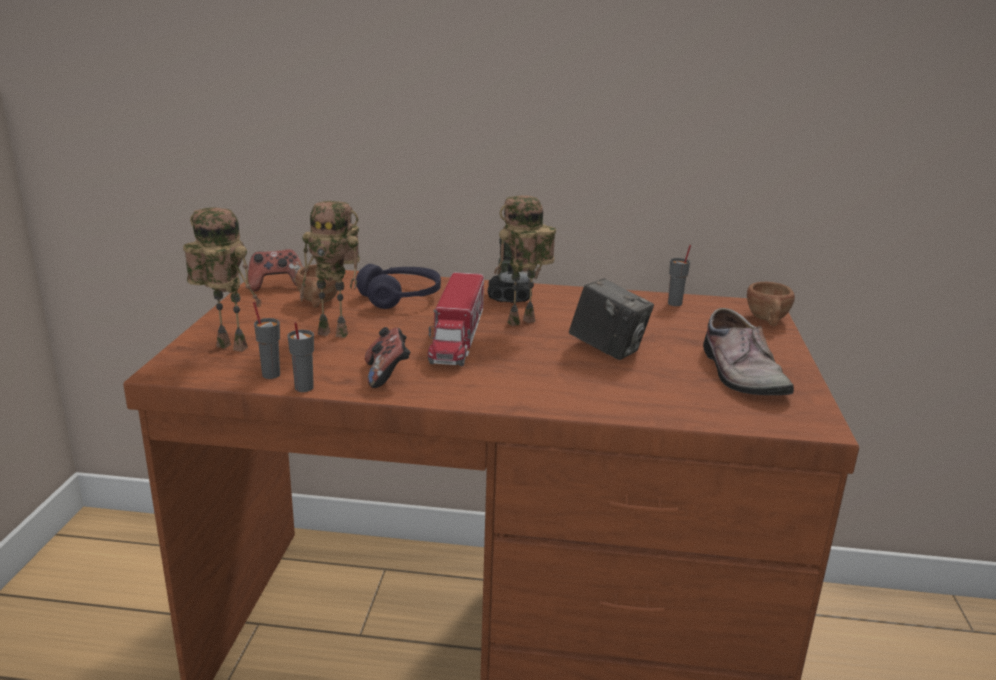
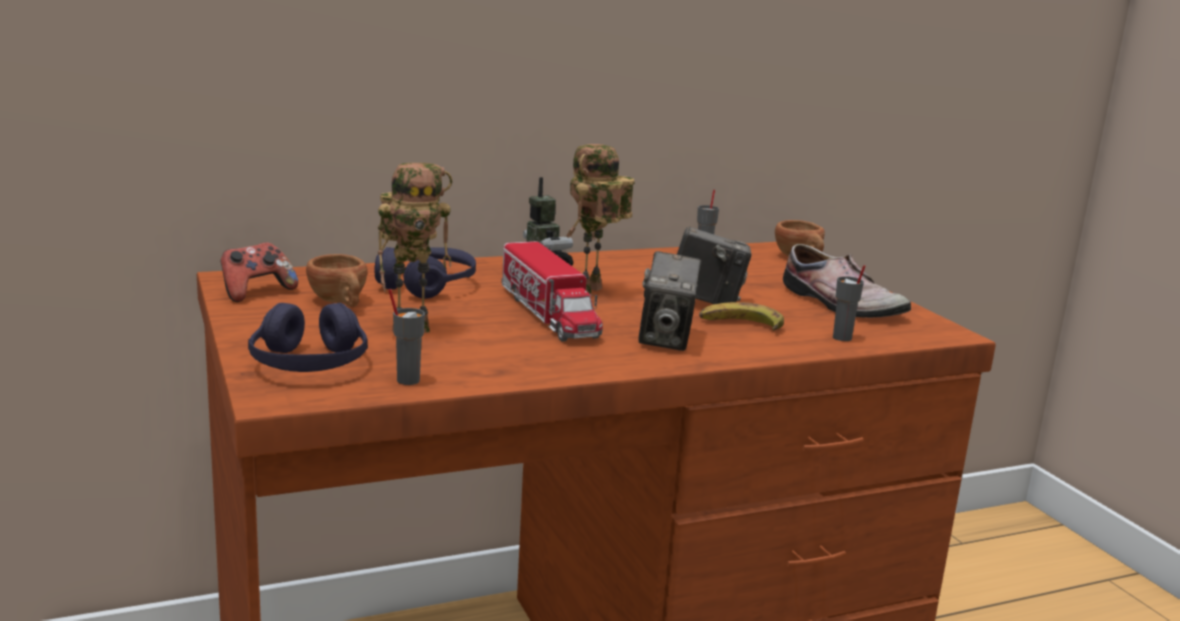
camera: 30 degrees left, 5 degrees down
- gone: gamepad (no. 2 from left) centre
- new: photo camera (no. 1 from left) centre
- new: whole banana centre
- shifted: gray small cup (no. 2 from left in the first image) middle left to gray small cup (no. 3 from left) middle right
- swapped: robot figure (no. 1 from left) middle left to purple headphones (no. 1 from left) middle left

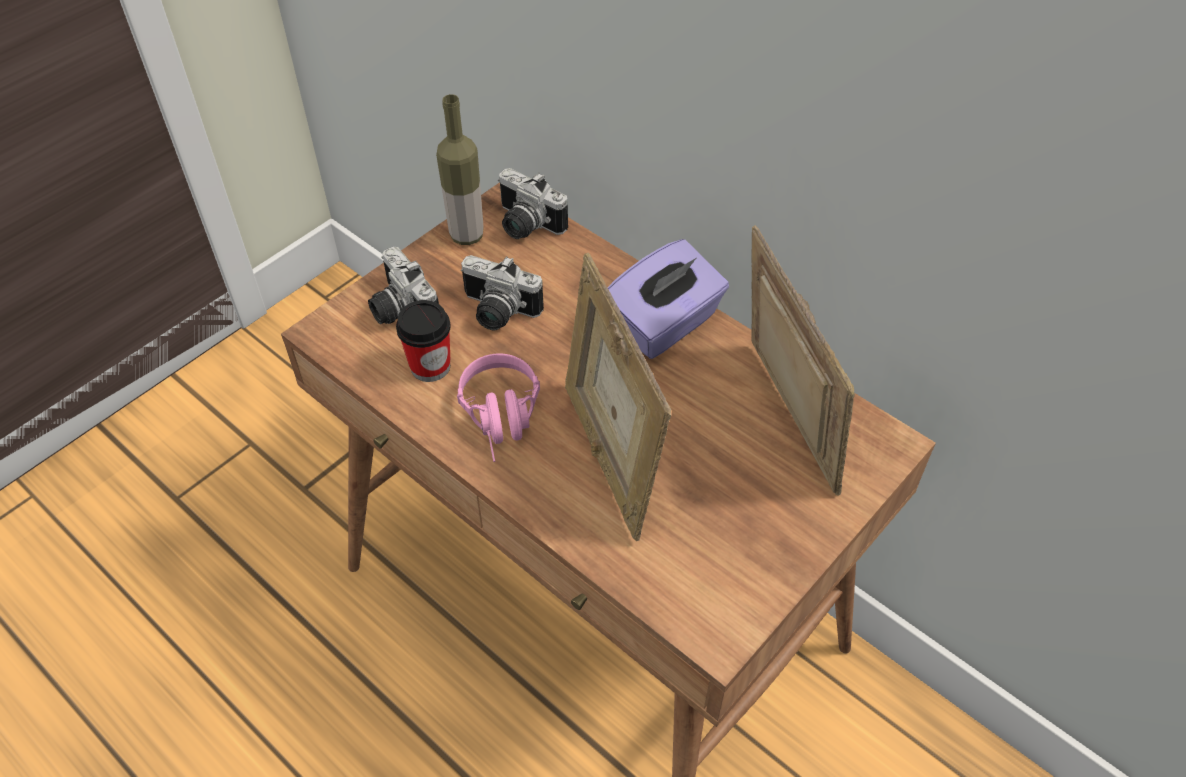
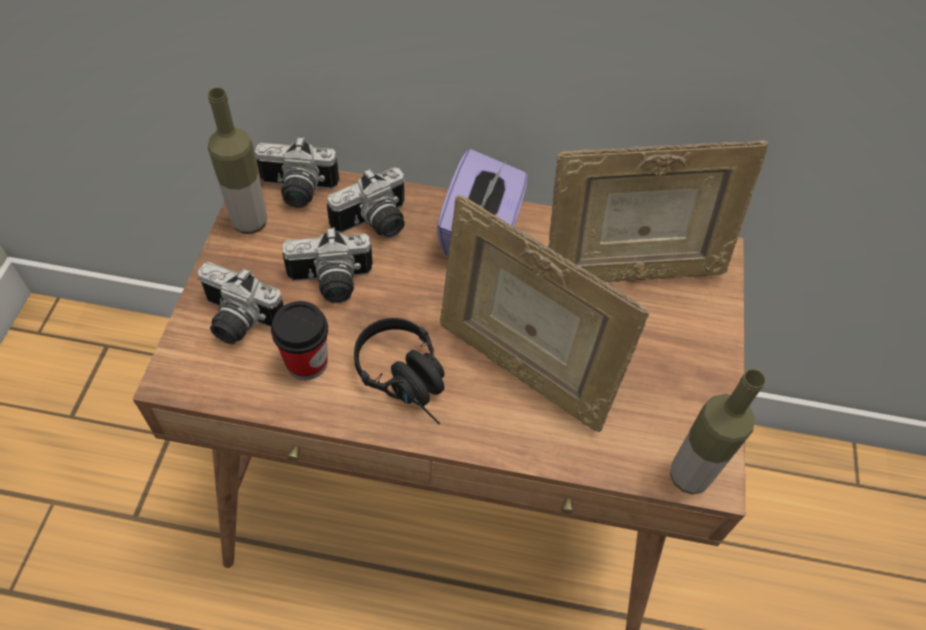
camera: 35 degrees left, 5 degrees up
- new: photo camera (no. 4 from left) top centre
- new: beverage bottle (no. 2 from left) bottom right
- repainted: pinkish headphones centre to blackish headphones centre
- rotated: picture frame (no. 2 from left) middle right = middle right 135 degrees clockwise

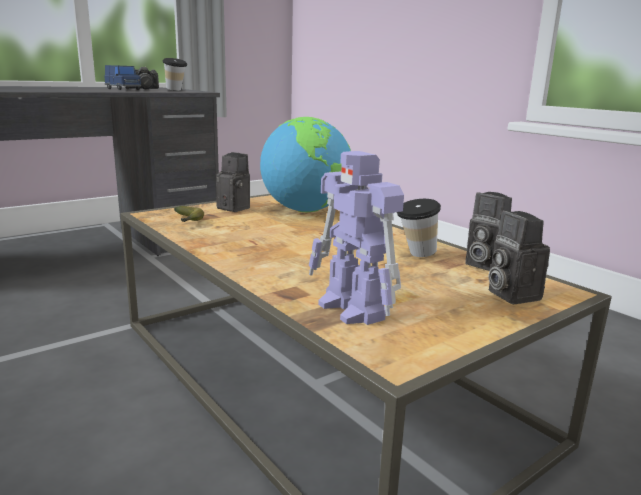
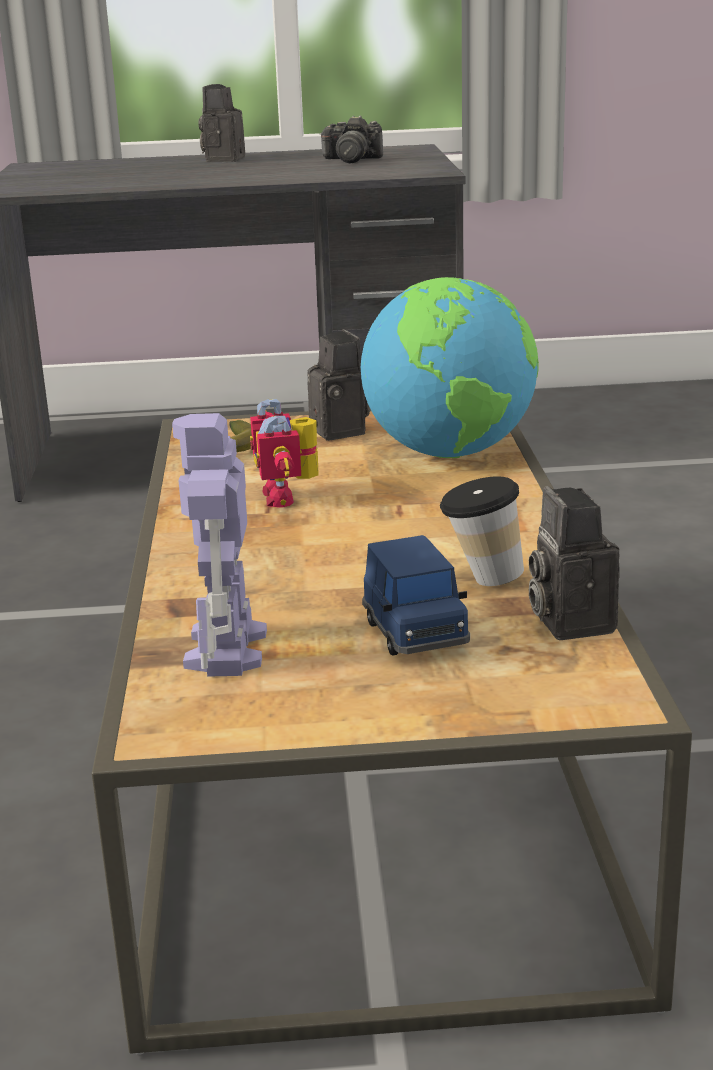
camera: 35 degrees right, 5 degrees up
- gone: small cup (no. 1 from left) top left
- new: robot figure (no. 2 from left) centre
- shifted: bluish toy car top left to centre
- shifted: photo camera (no. 4 from left in the first image) middle right to photo camera (no. 1 from left) top left

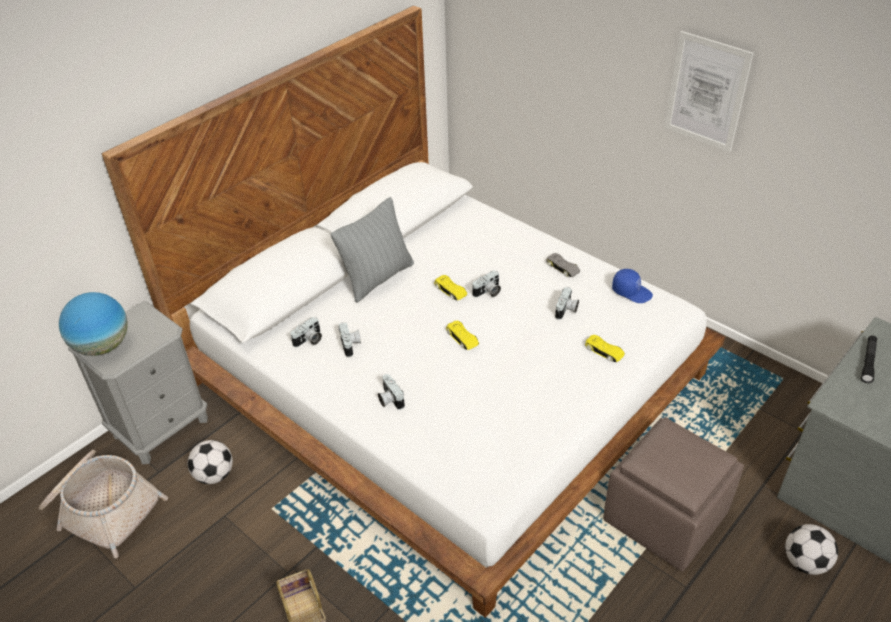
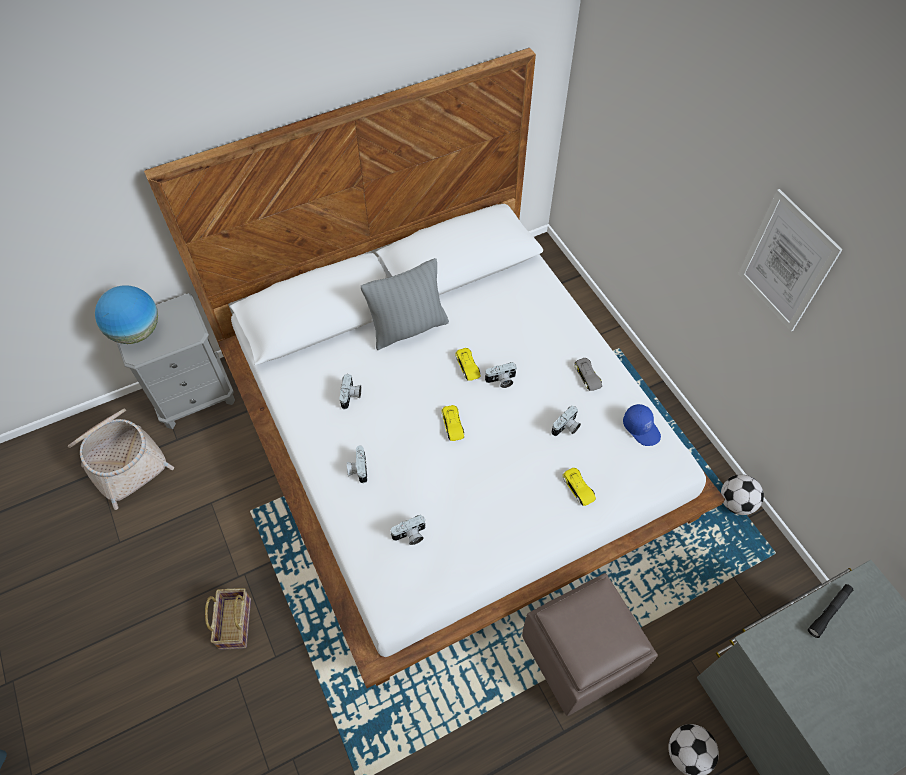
camera: 20 degrees right, 15 degrees up
- shifted: football ball (no. 1 from left in the first image) bottom left to football ball (no. 2 from left) middle right
- shifted: photo camera (no. 1 from left in the first image) centre to photo camera (no. 3 from left) bottom centre

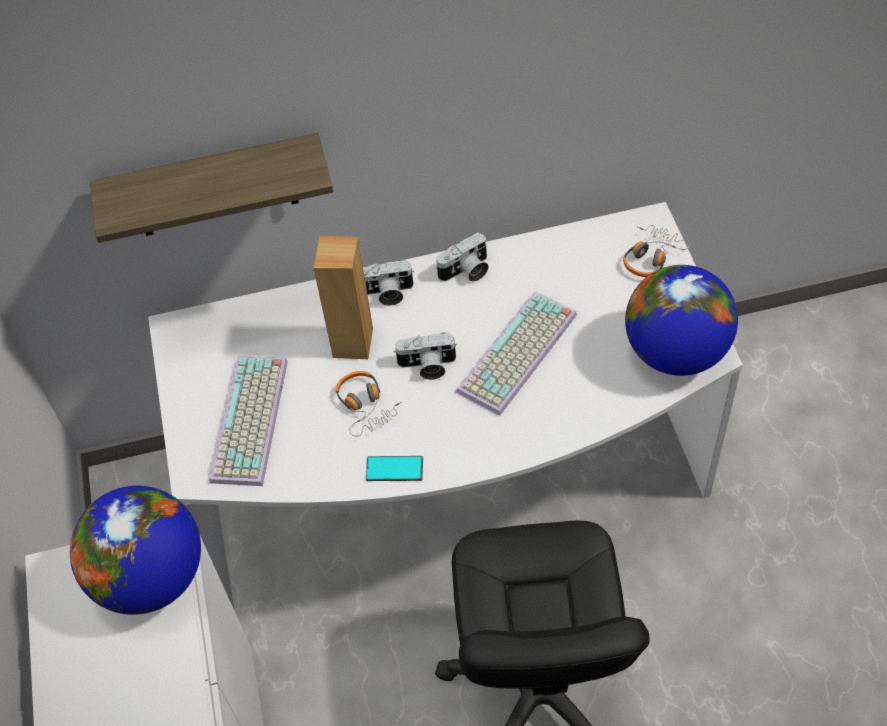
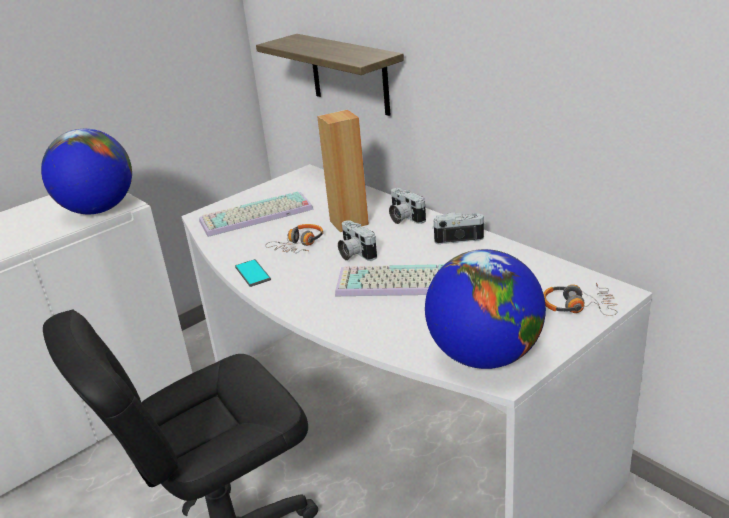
camera: 60 degrees right, 25 degrees down
- rotated: photo camera (no. 3 from left) centre = centre 150 degrees clockwise

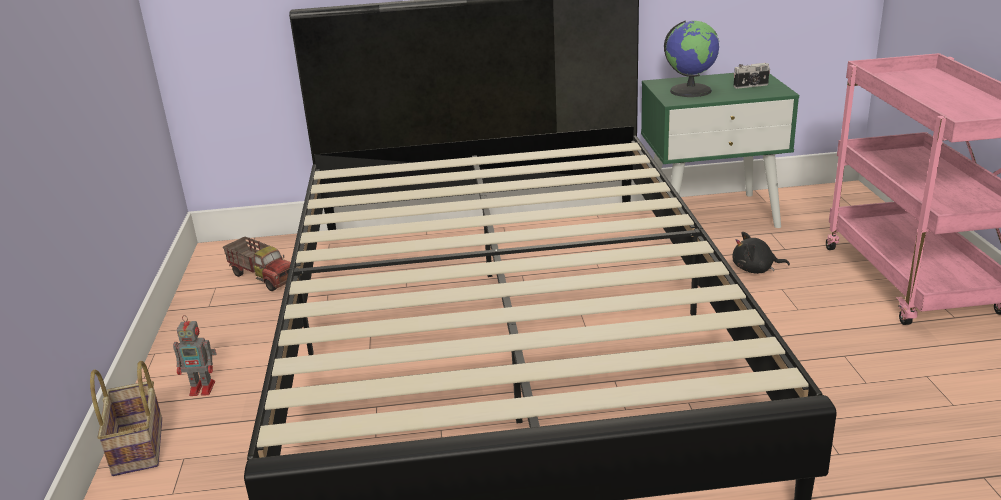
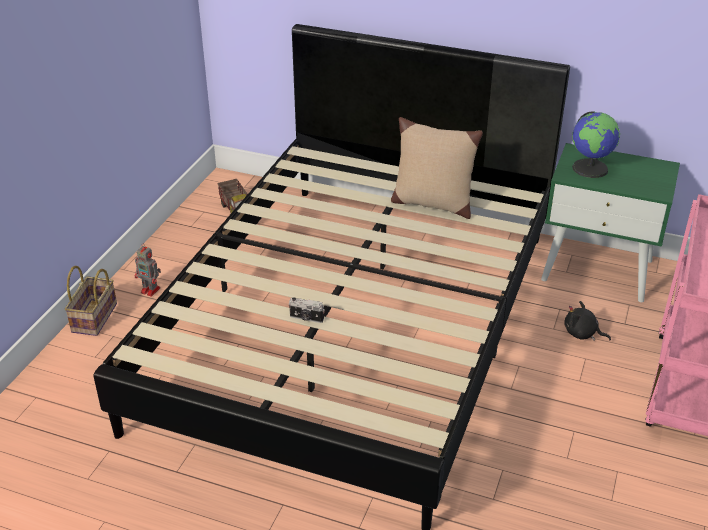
camera: 25 degrees right, 10 degrees up
- new: sand-coloured throw pillow top centre
- shifted: photo camera top right to centre

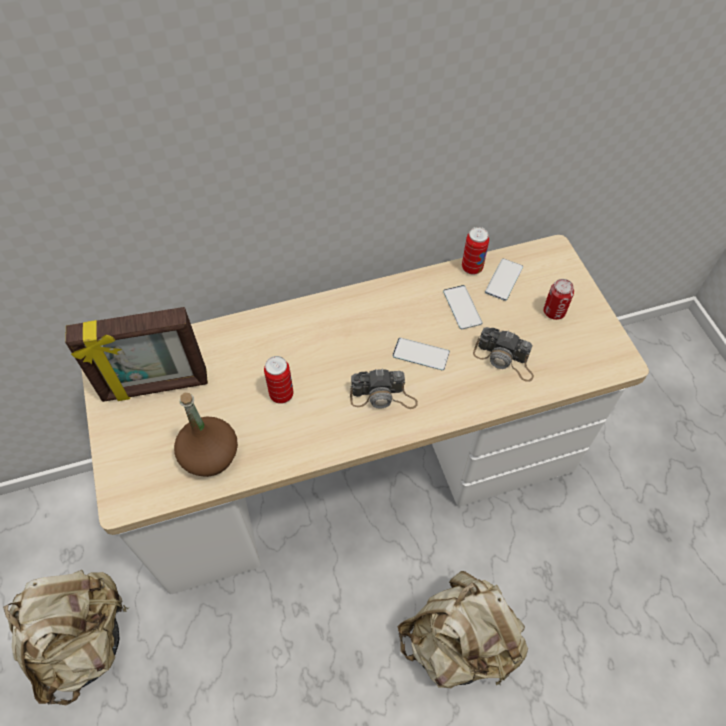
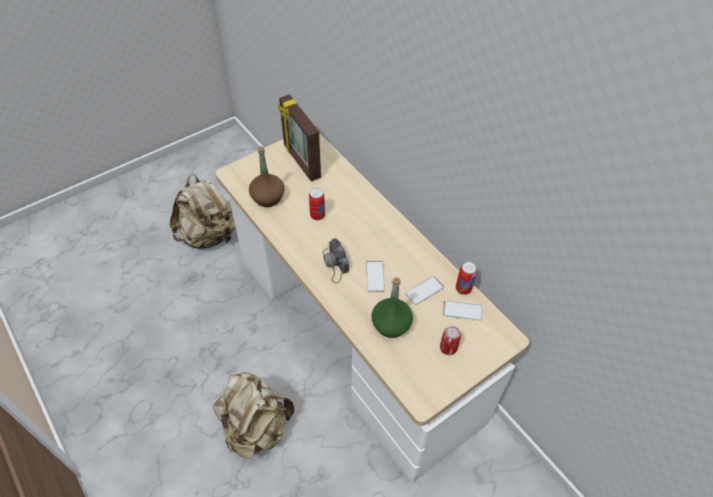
camera: 70 degrees right, 5 degrees down
- swapped: photo camera (no. 2 from left) middle right to green beverage bottle centre

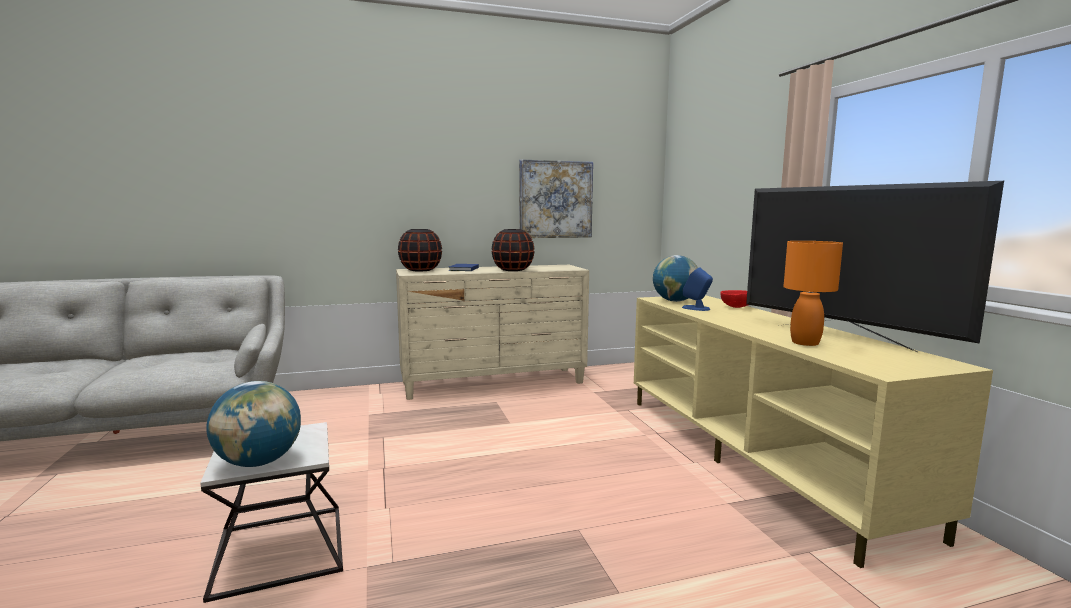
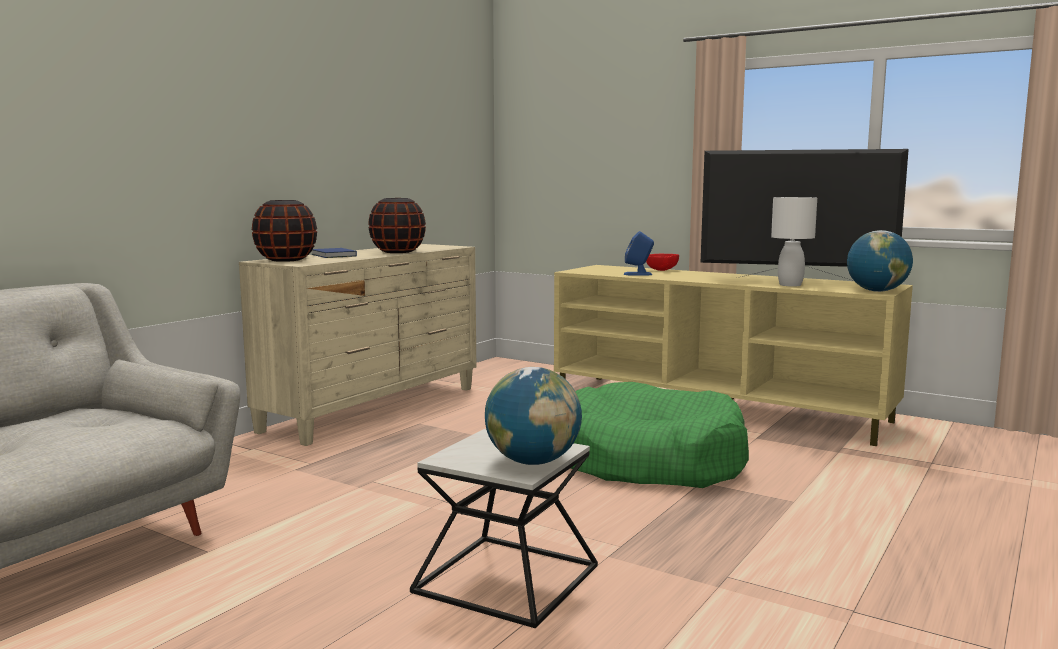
camera: 40 degrees left, 0 degrees up
- gone: wall picture top centre
- new: green dog bed bottom centre
- shifted: desk globe (no. 2 from left) centre to middle right
- repainted: orangey table lamp middle right to white table lamp middle right

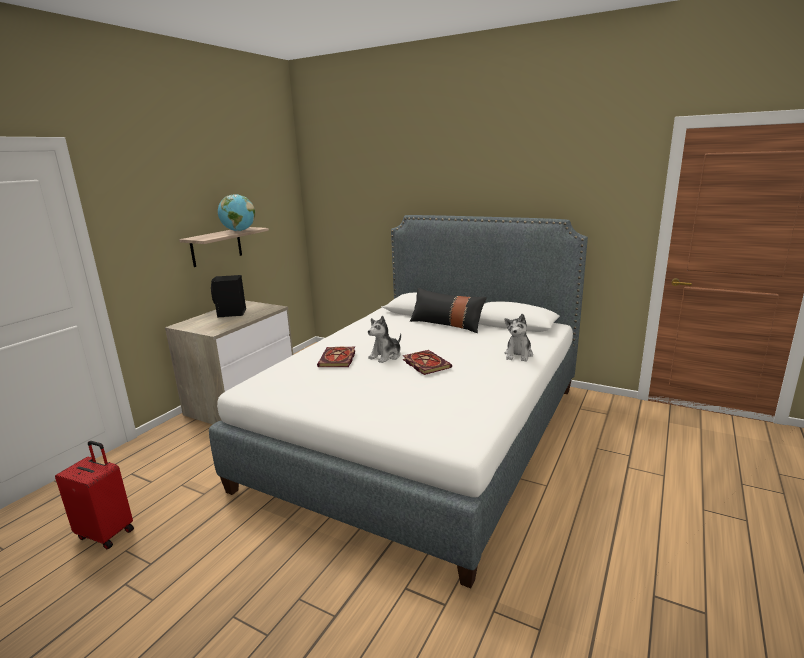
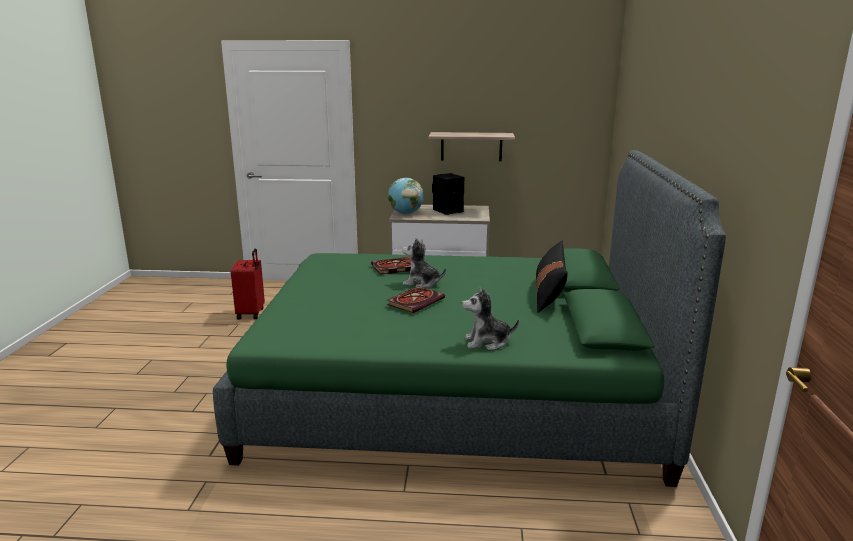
camera: 65 degrees right, 0 degrees up
- shifted: desk globe top left to centre
- repainted: white sleeping bed centre to green sleeping bed centre

